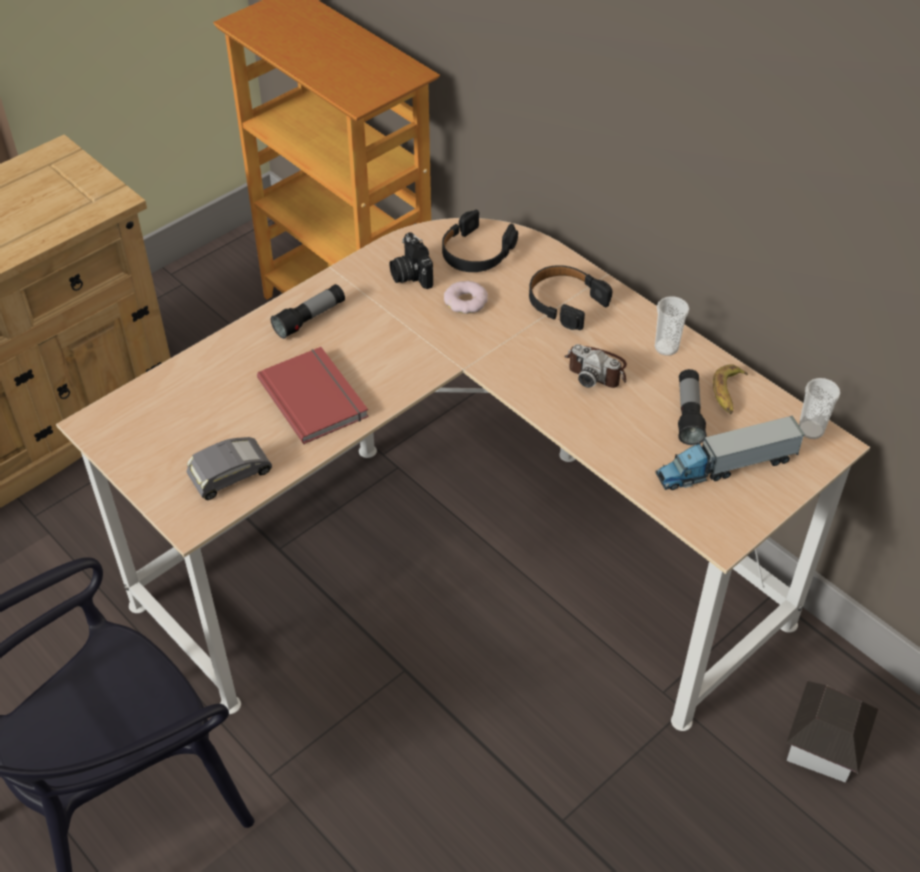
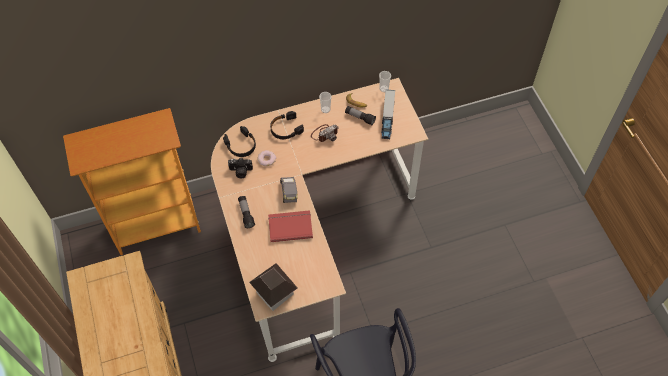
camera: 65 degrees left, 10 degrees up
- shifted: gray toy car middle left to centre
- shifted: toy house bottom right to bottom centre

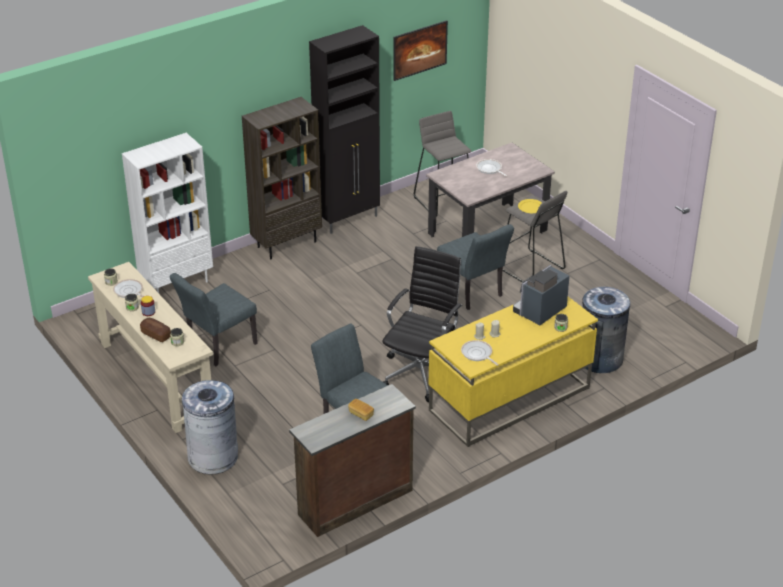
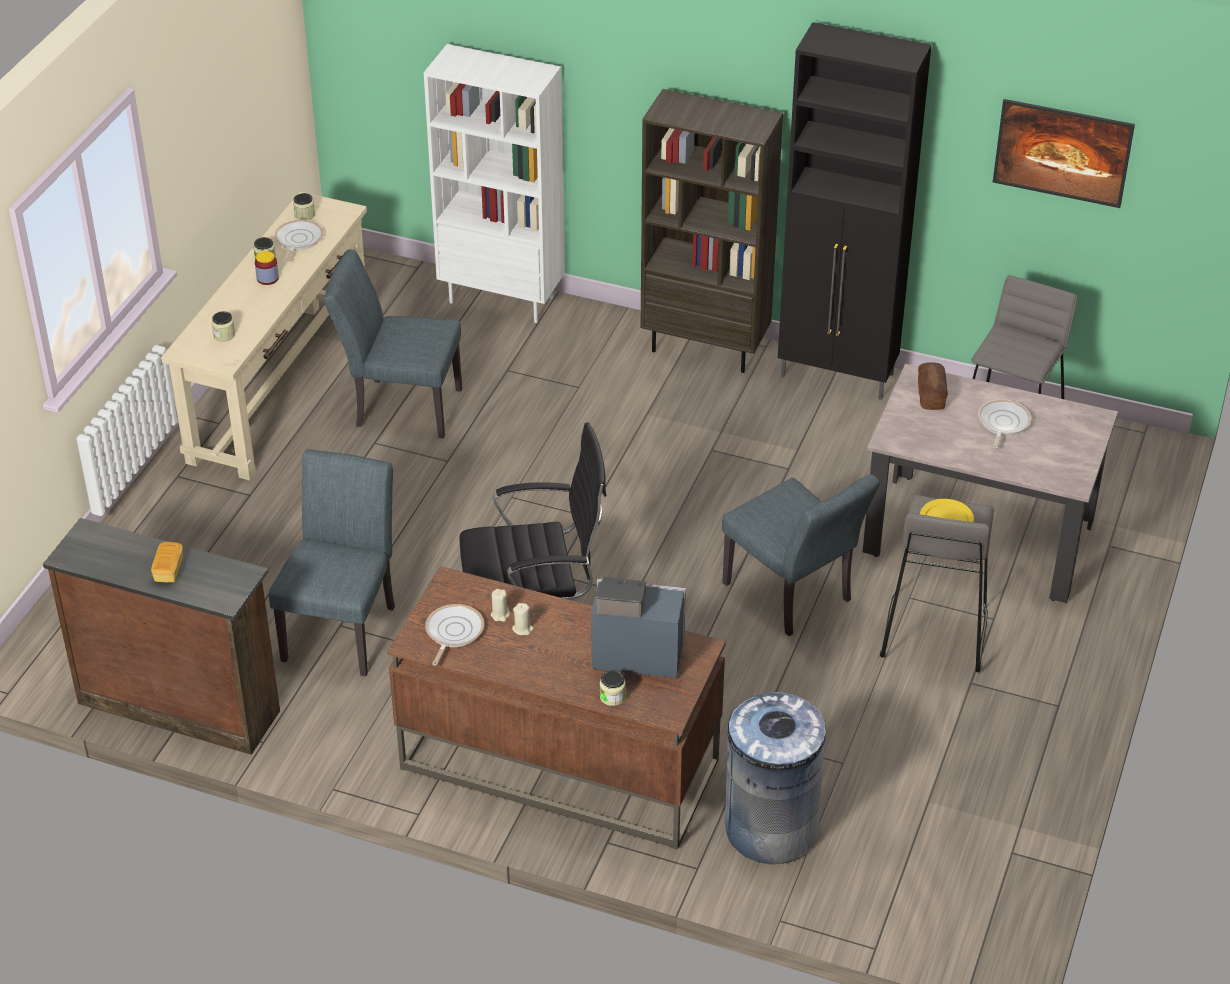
camera: 55 degrees right, 5 degrees up
- gone: gray rubbish bin (no. 1 from left) bottom left
- shifted: bread (no. 1 from left in the first image) middle left to bread (no. 2 from left) middle right
- repainted: yellowish desk unit centre to brown desk unit bottom centre
- rotated: gray plain chair (no. 3 from left) centre = centre 60 degrees counterclockwise

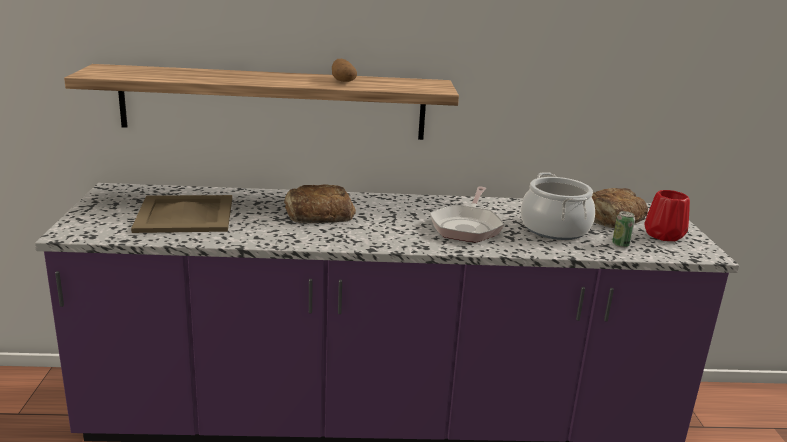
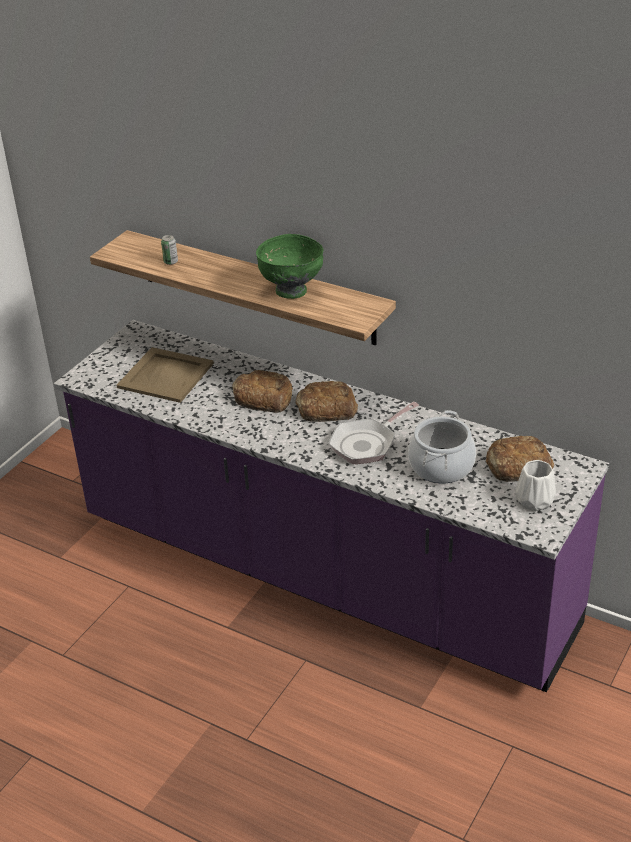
camera: 35 degrees right, 15 degrees up
- new: bread (no. 2 from left) centre
- shifted: metal can middle right to top left
- swapped: potato top centre to green deep dish top centre
- repainted: red-coloured decorative vase middle right to white decorative vase middle right

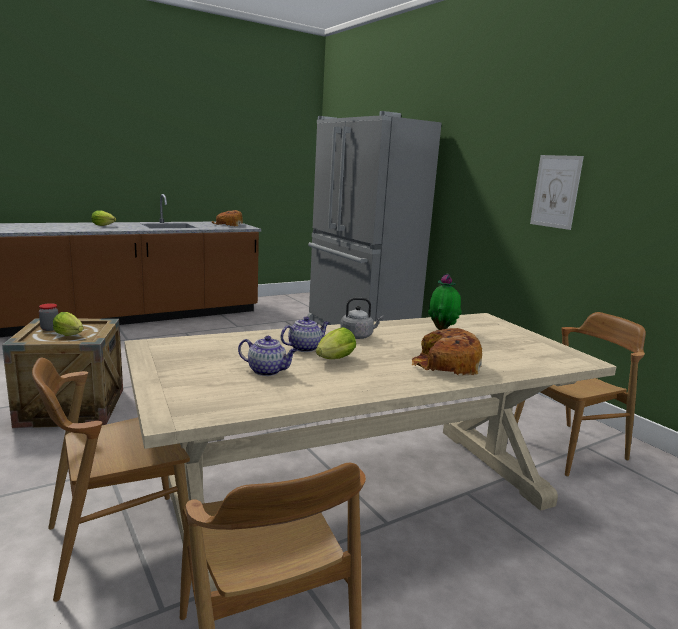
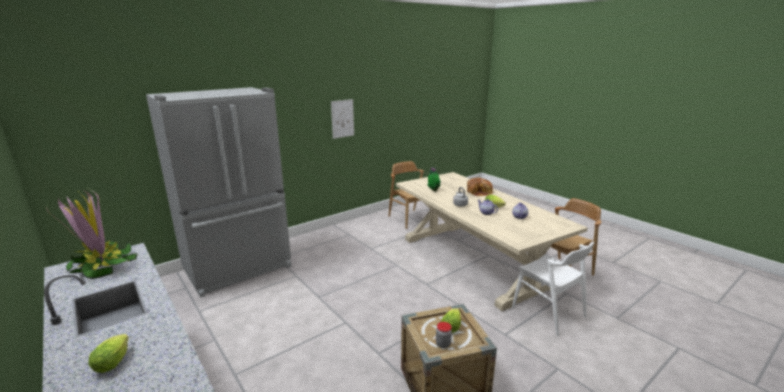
camera: 95 degrees left, 5 degrees up
- swapped: bread (no. 1 from left) centre to plant in a pot (no. 1 from left) middle left
- repainted: brown plain chair (no. 1 from left) bottom left to white plain chair bottom right

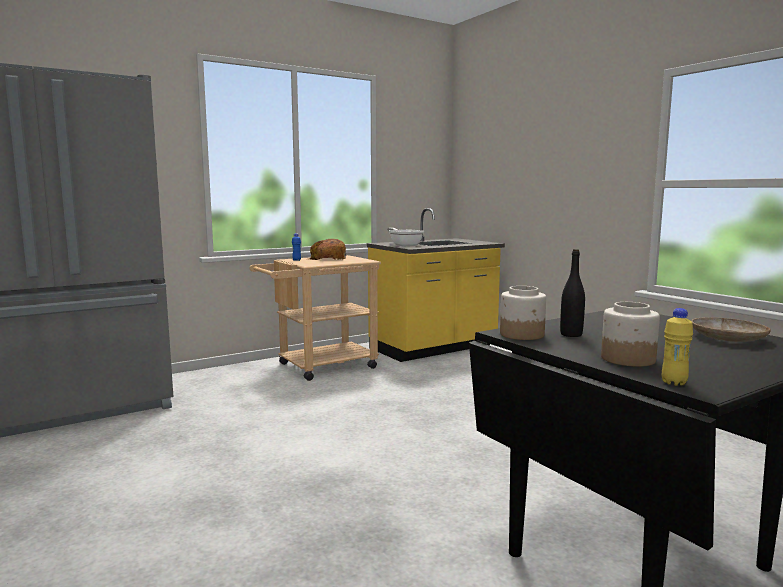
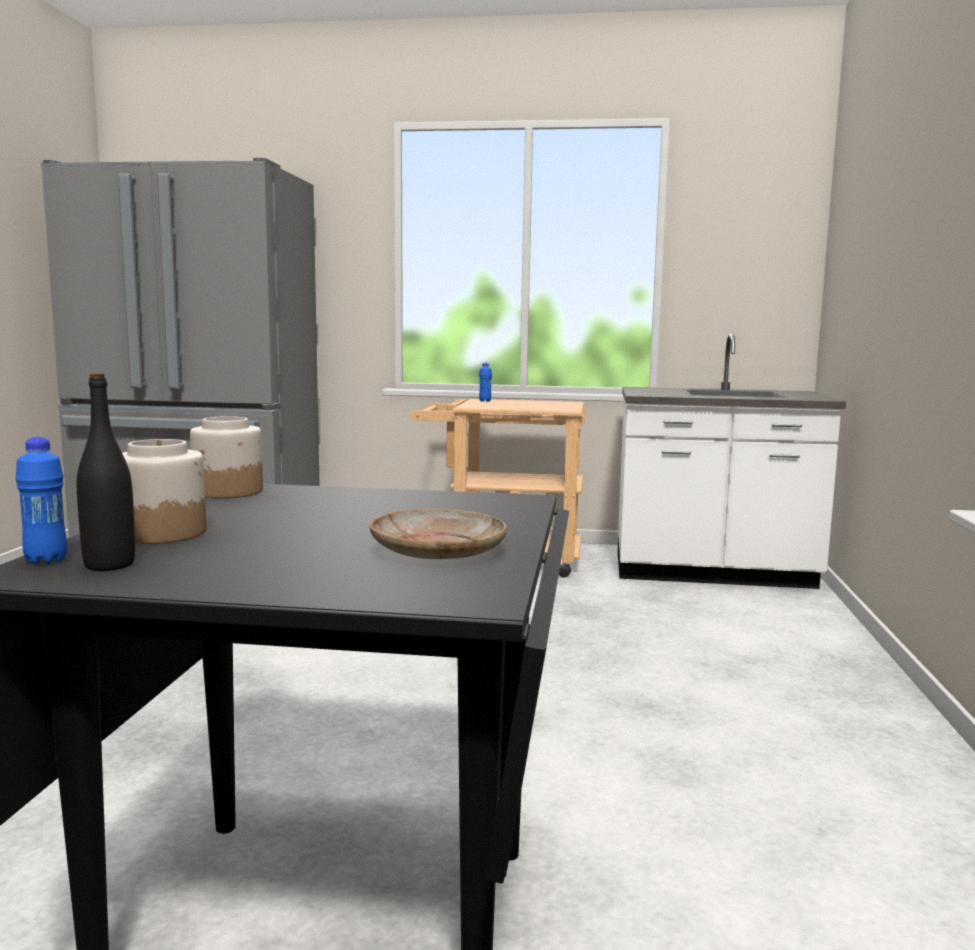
camera: 40 degrees right, 0 degrees up
- gone: bread centre
- gone: pan centre
- shifted: blackish beverage bottle middle right to middle left
- repainted: yellowish counter centre to white counter middle right
- repainted: yellowish beverage bottle middle right to bluish beverage bottle (no. 1 from left) middle left

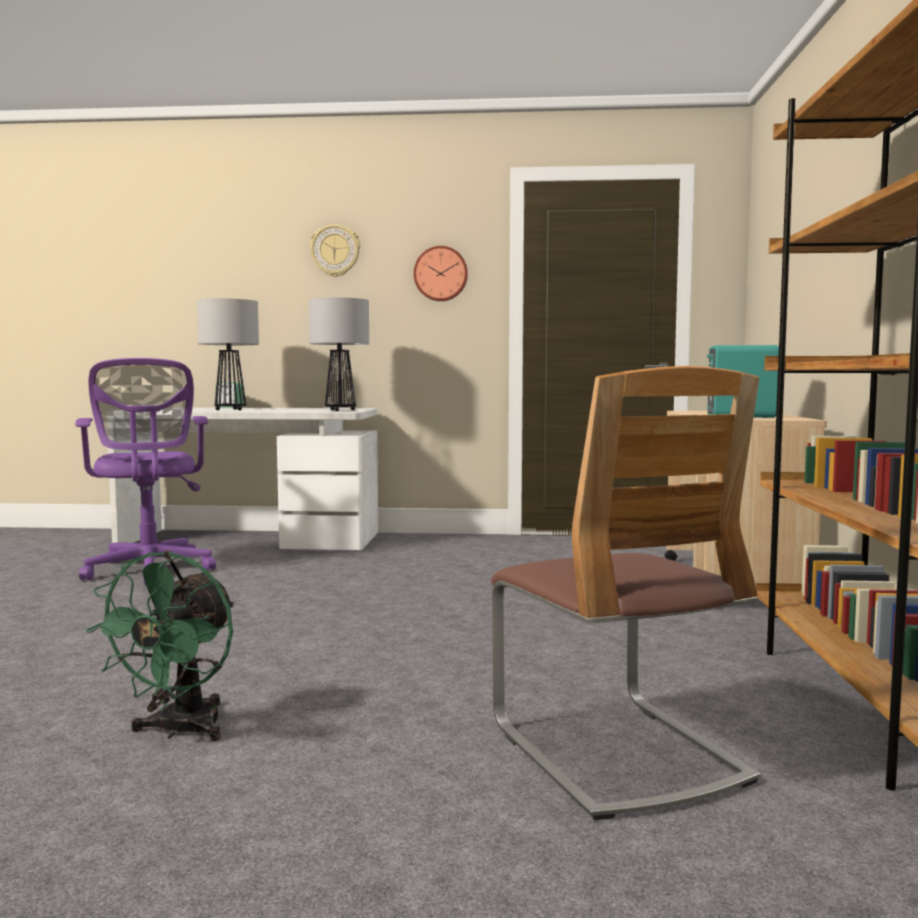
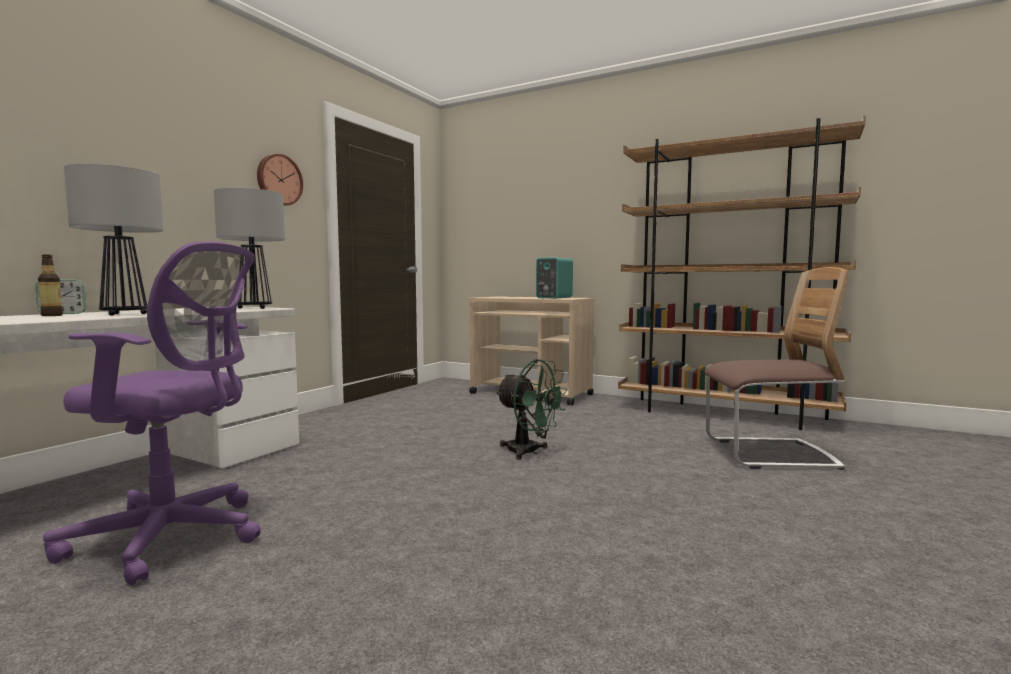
camera: 65 degrees left, 0 degrees up
- gone: wall clock (no. 1 from left) top centre
- new: beverage bottle middle left
- shifted: green fan bottom left to centre

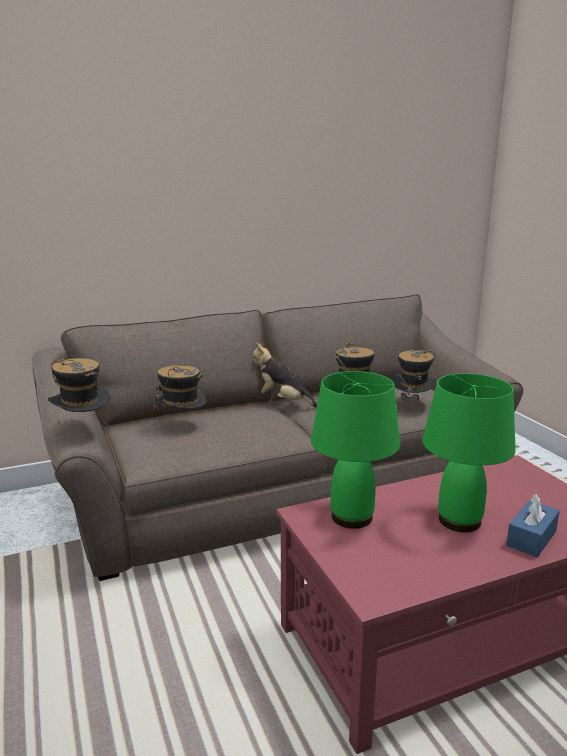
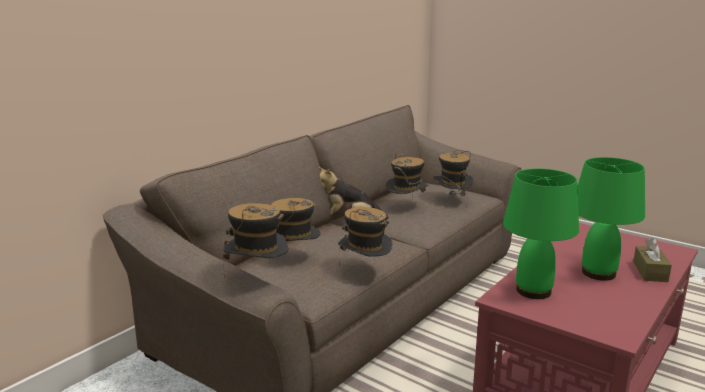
camera: 30 degrees left, 0 degrees up
- new: wearable hat (no. 3 from left) centre
- repainted: bluish box of tissues bottom right to brown box of tissues middle right

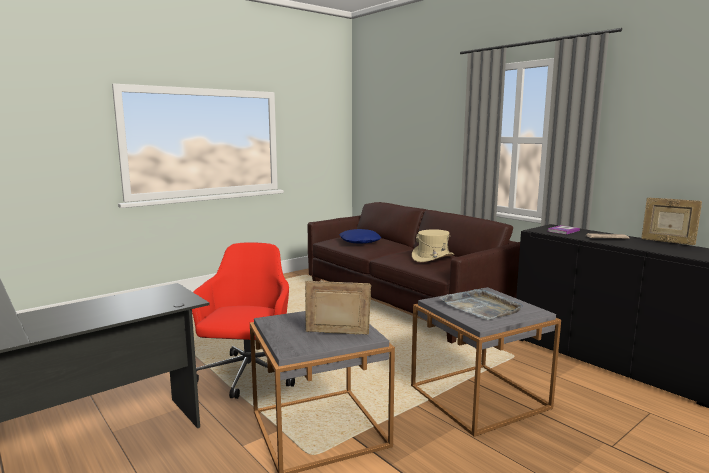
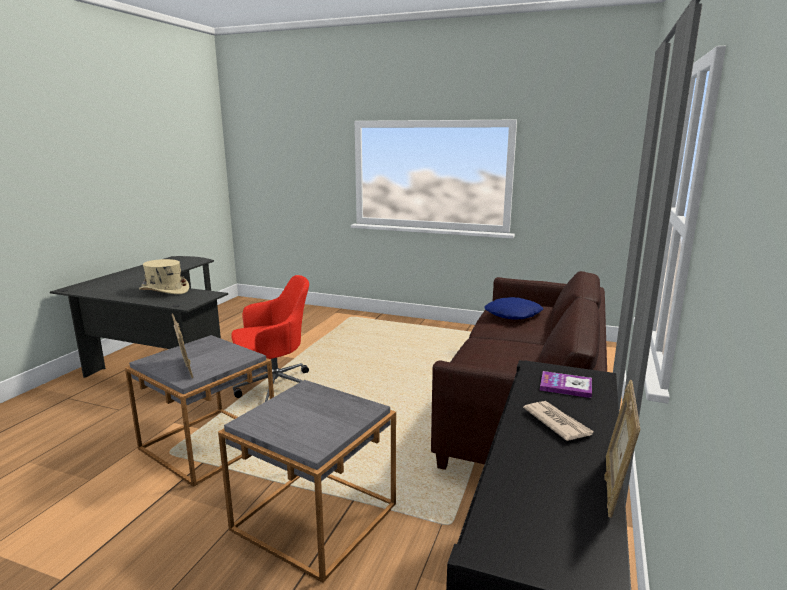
camera: 60 degrees right, 5 degrees up
- gone: gray carrying tray middle right
- shifted: sand-coloured wearable hat centre to middle left

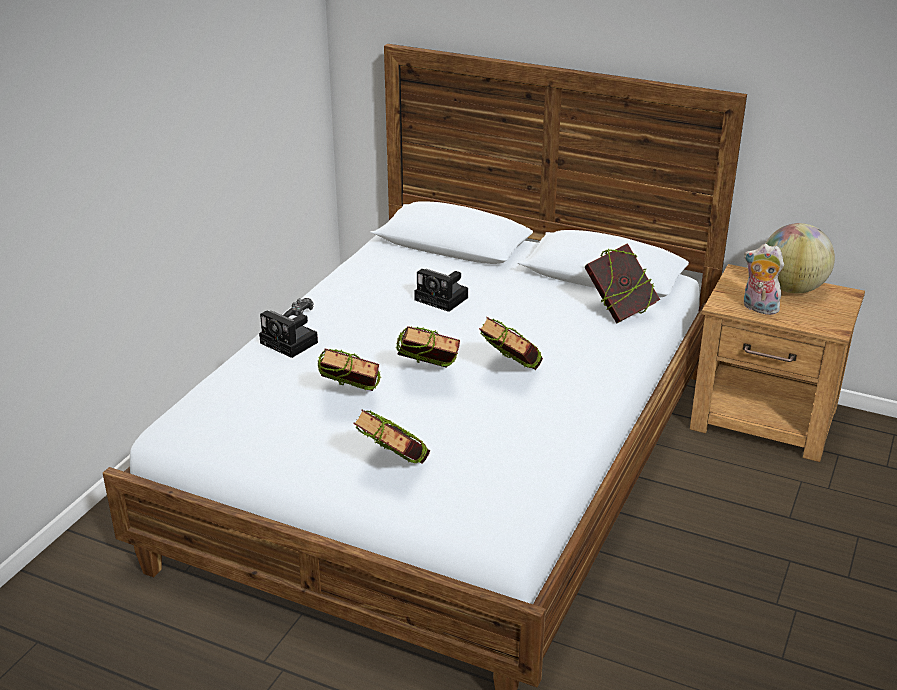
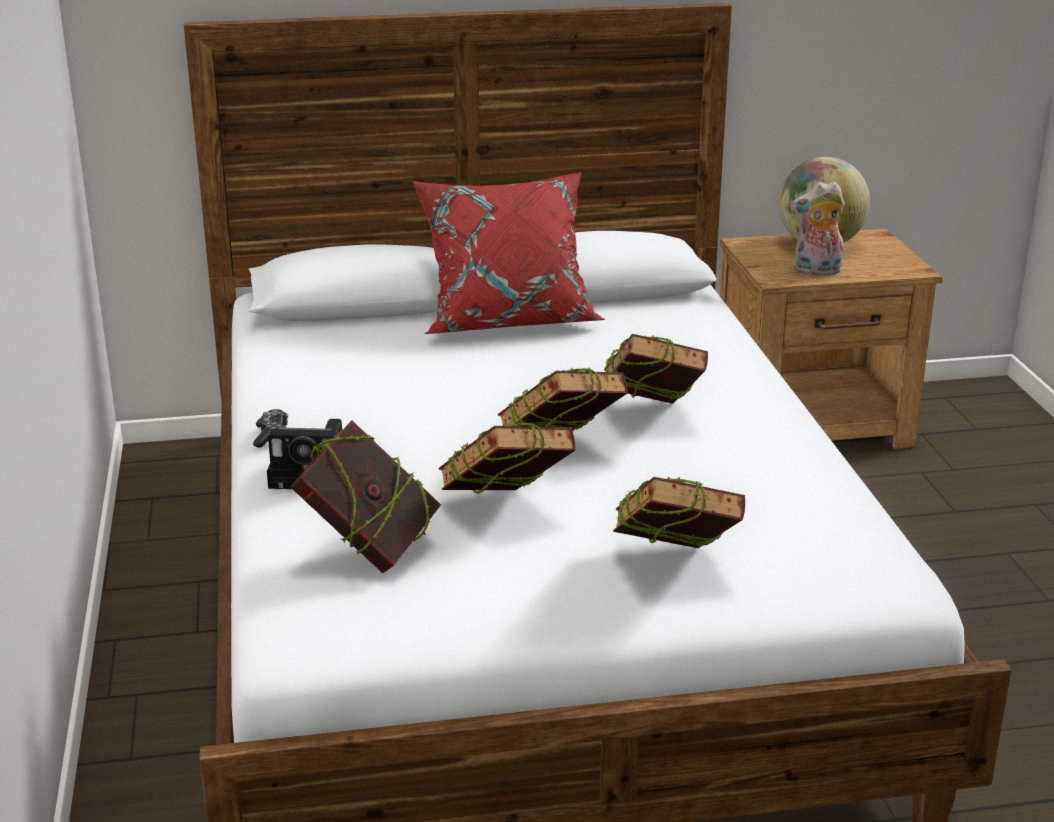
camera: 35 degrees left, 5 degrees down
- gone: photo camera (no. 2 from left) centre
- new: red-coloured throw pillow top centre
- shifted: book (no. 5 from left in the first image) middle right to book (no. 1 from left) centre

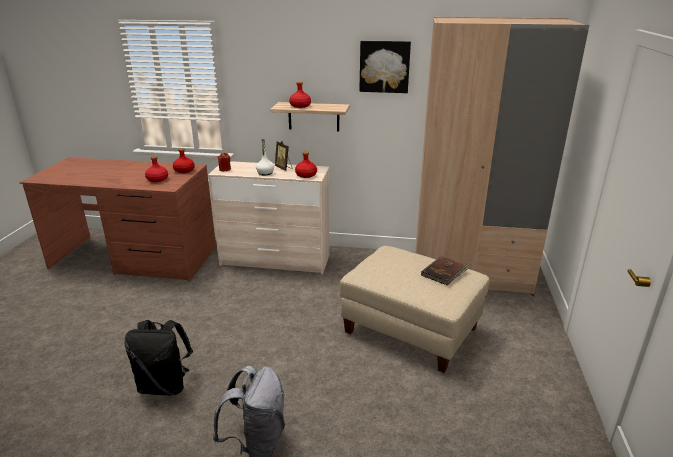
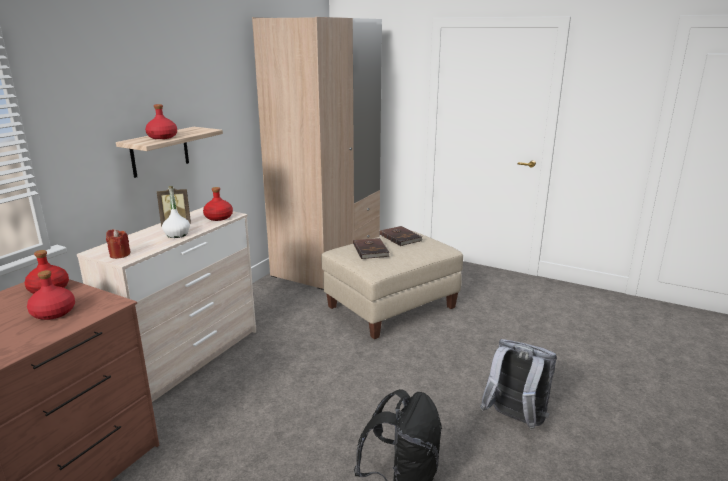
camera: 70 degrees left, 5 degrees down
- gone: wall picture top centre
- new: brown book (no. 1 from left) centre

